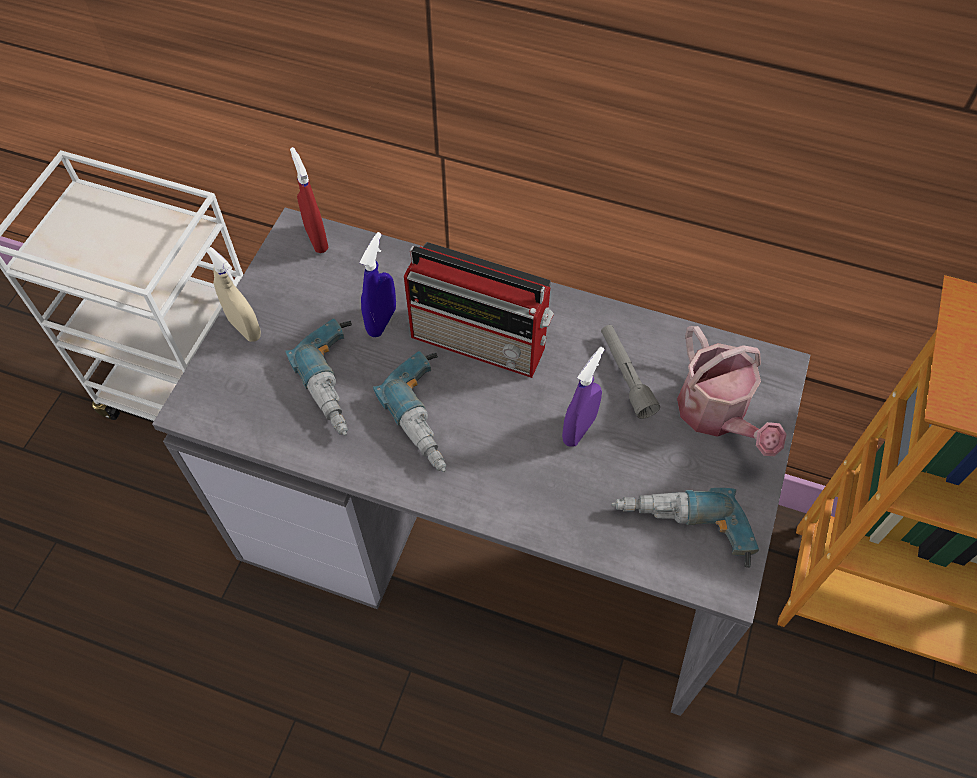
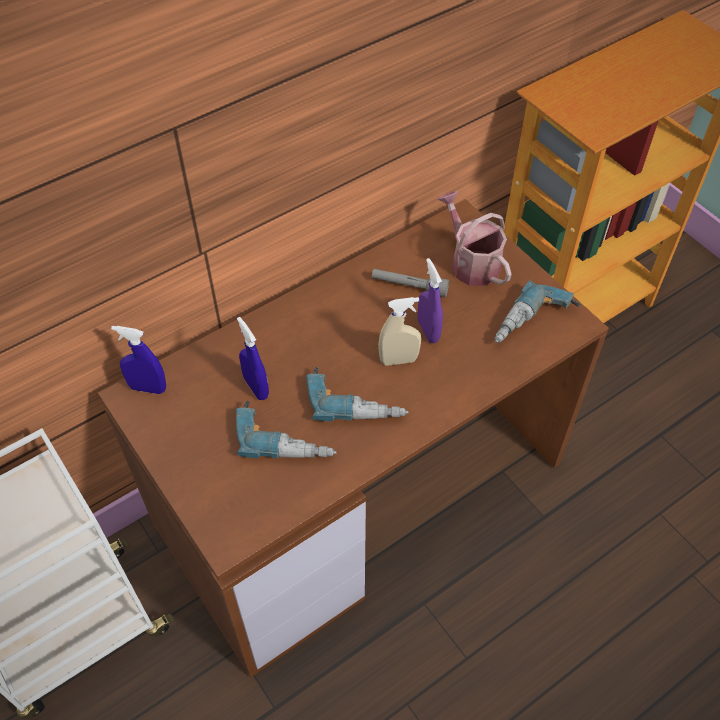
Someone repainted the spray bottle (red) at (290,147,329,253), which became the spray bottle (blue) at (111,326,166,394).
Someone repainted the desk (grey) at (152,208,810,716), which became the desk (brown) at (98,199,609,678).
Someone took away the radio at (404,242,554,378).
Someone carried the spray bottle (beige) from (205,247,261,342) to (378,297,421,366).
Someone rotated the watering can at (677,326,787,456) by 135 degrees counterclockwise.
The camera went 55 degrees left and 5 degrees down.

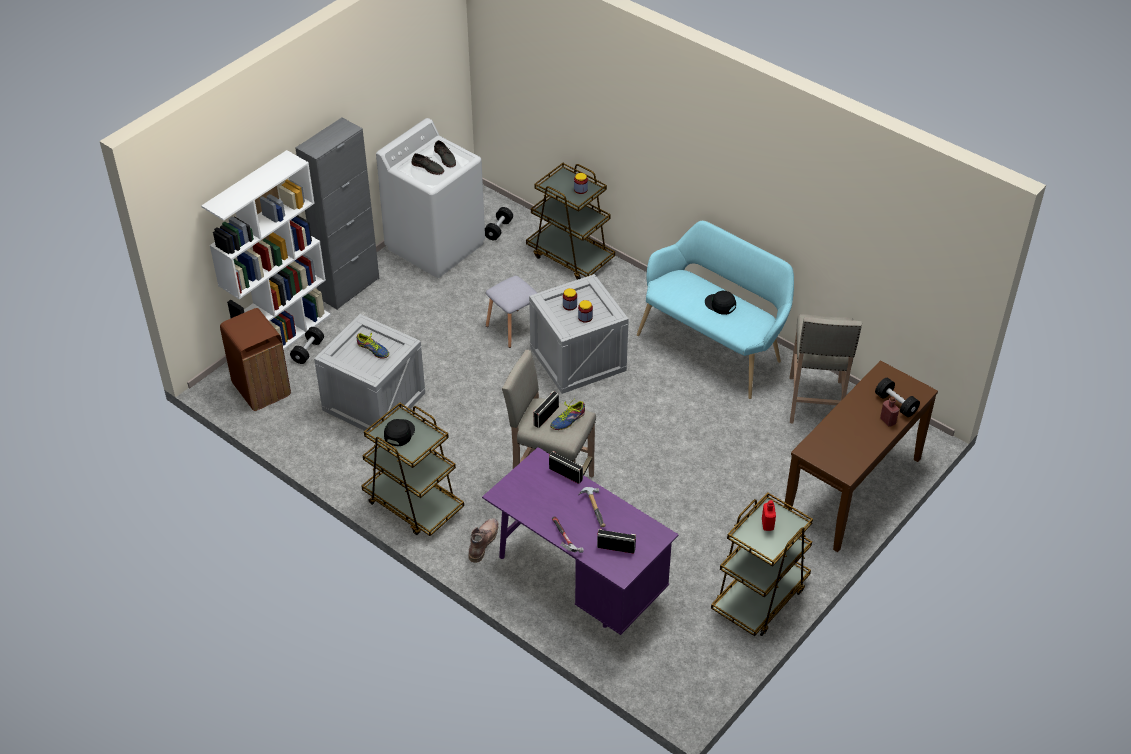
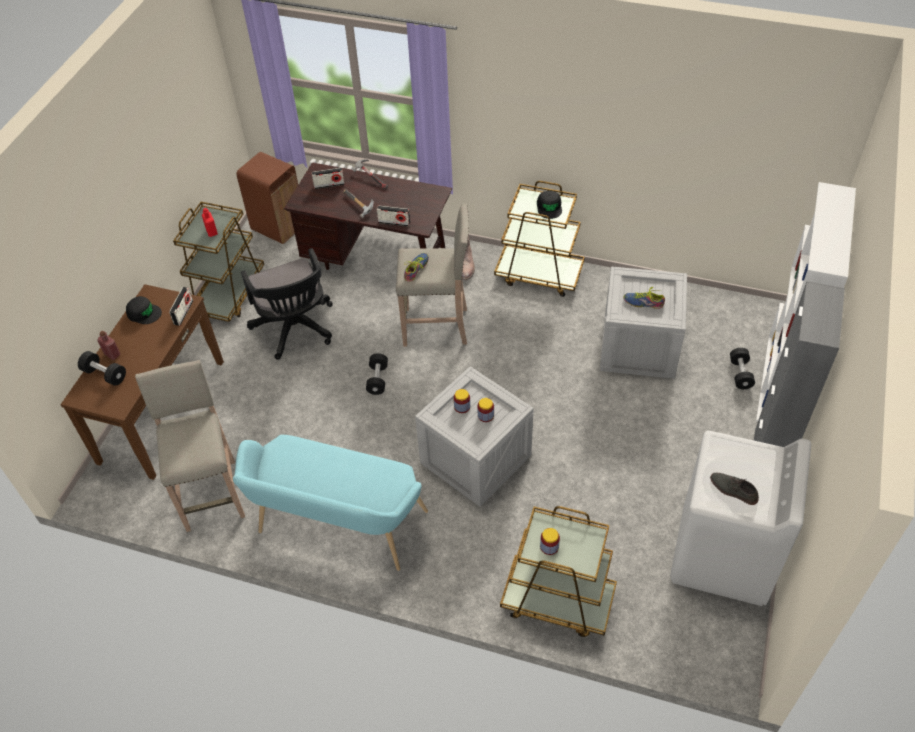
Someone took away the shoe (grey) at (411,153,444,175).
Someone carried the dumbbell (black) from (485,207,513,240) to (366,353,388,395).
Someone took away the stool (grey) at (486,276,537,348).
Someone carried the cap (black) from (705,291,736,315) to (126,296,162,324).
Someone carried the trash can (brown) from (220,308,291,411) to (236,152,298,244).
Someone carried the radio from (533,391,559,428) to (169,287,193,326).
Someone repainted the desk (purple) at (482,447,679,635), which became the desk (brown) at (284,162,452,270).
Someone put down the office chair (black) at (241,248,333,360).
The camera went 160 degrees right and 5 degrees up.

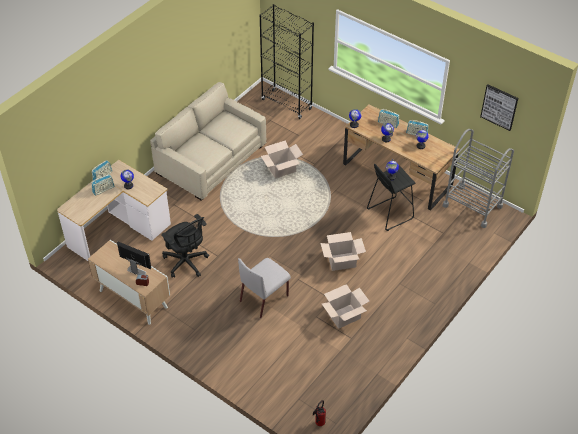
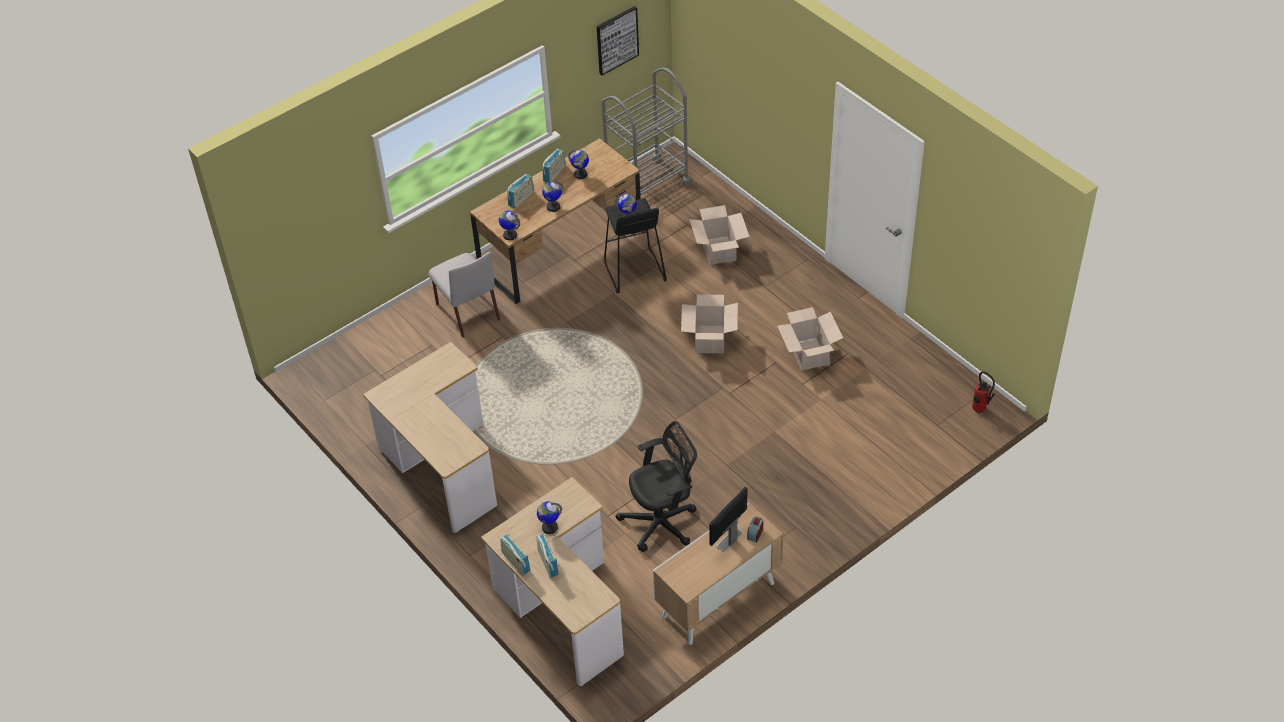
Someone took away the bookcase (black) at (259,4,314,119).
Someone swapped the sofa (beige) at (150,82,266,201) for the desk at (363,342,497,533).
Someone carried the cardboard box from (261,140,303,179) to (689,205,750,265).
Someone carried the chair (grey) from (238,258,291,318) to (428,252,500,337).
The camera went 75 degrees left and 0 degrees up.

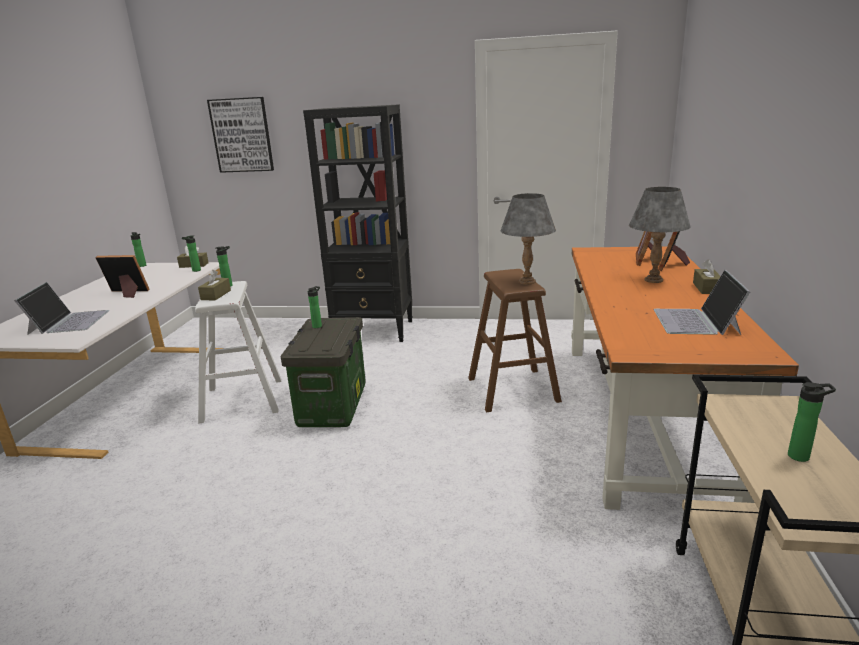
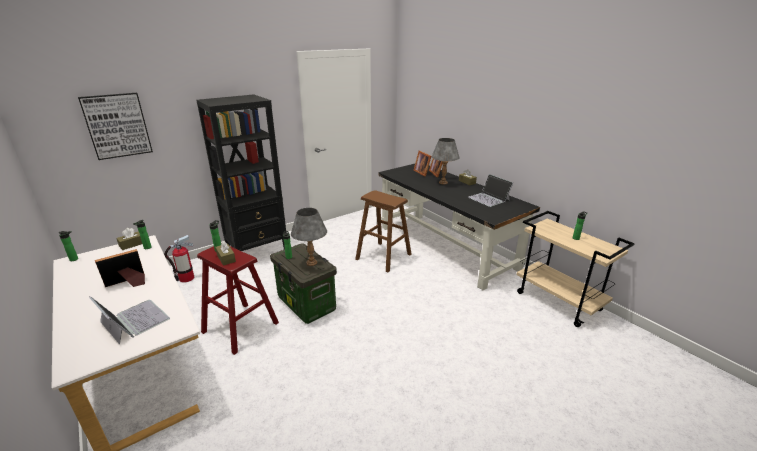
Someone carried the table lamp (grey) from (501,193,556,285) to (291,208,327,266).
Someone repainted the desk (orange) at (571,246,799,510), which became the desk (black) at (378,164,540,290).
Someone repainted the stool (white) at (195,281,282,423), which became the stool (red) at (197,246,279,355).
Someone put down the fire extinguisher at (164,235,194,282).
The camera went 45 degrees left and 5 degrees up.

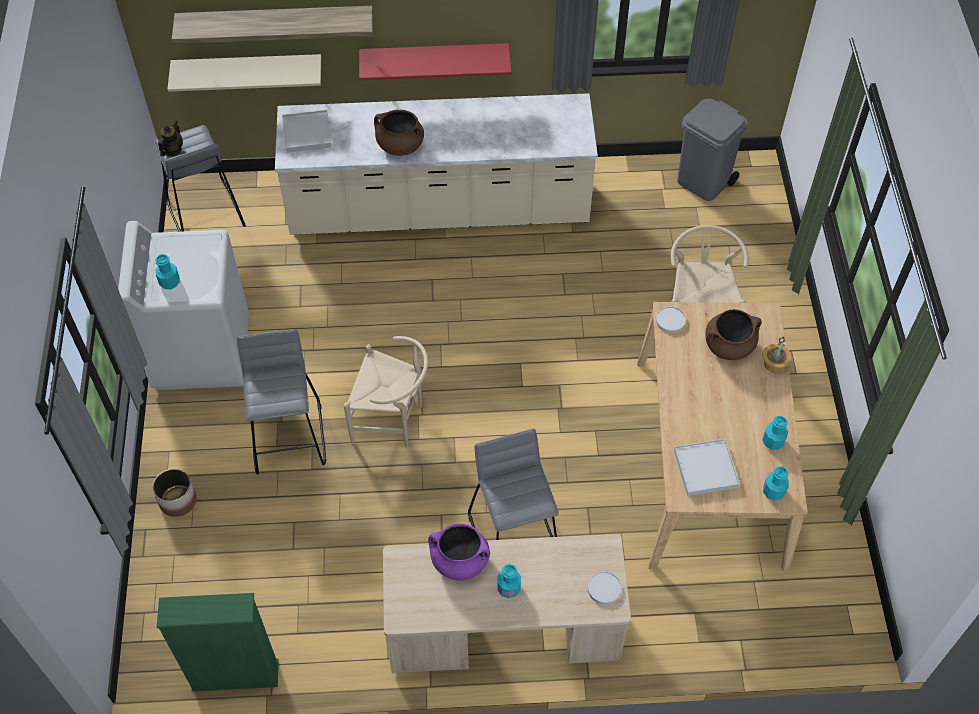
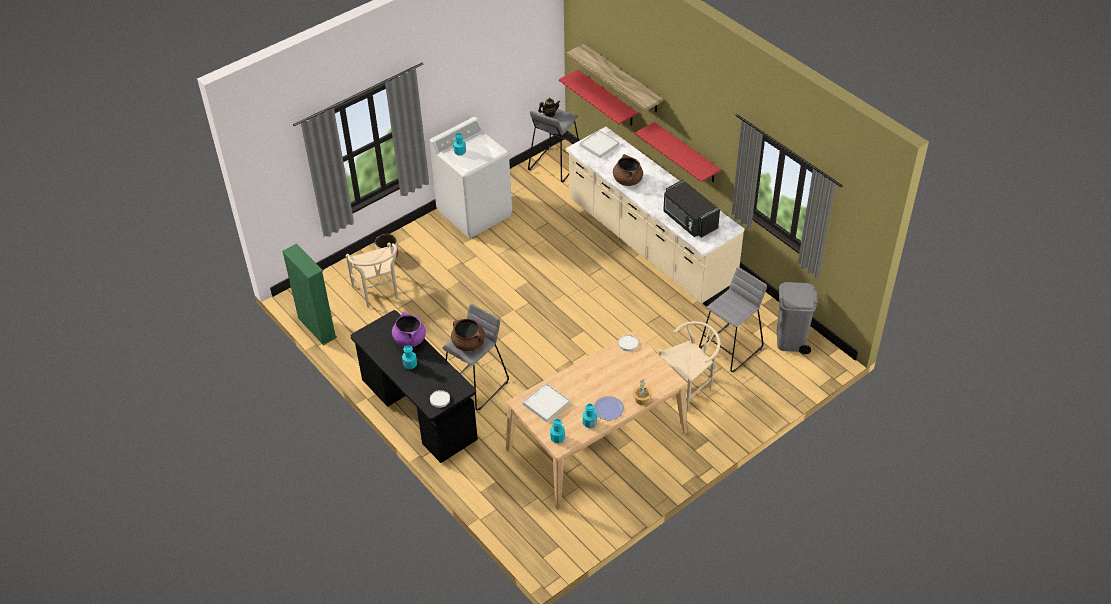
Someone repainted the shelf (beige) at (167,54,321,92), which became the shelf (red) at (559,70,638,126).
Someone carried the cooking pot (brown) from (705,309,762,360) to (451,319,485,351).
Someone carried the stool (grey) from (237,329,326,475) to (699,267,767,372).
Someone carried the chair (beige) from (344,336,428,448) to (346,242,398,308).
Someone repainted the desk (beige) at (383,534,631,673), which became the desk (black) at (351,310,478,463).
Someone put down the microwave (black) at (663,180,720,238).
Someone put down the plate at (594,396,624,420).
The camera went 55 degrees right and 10 degrees down.

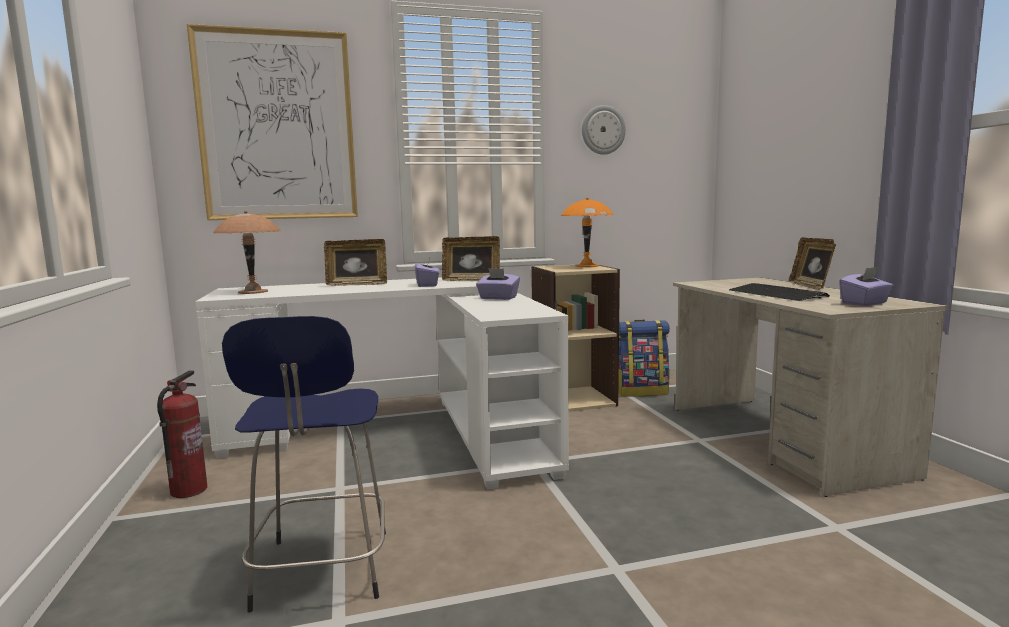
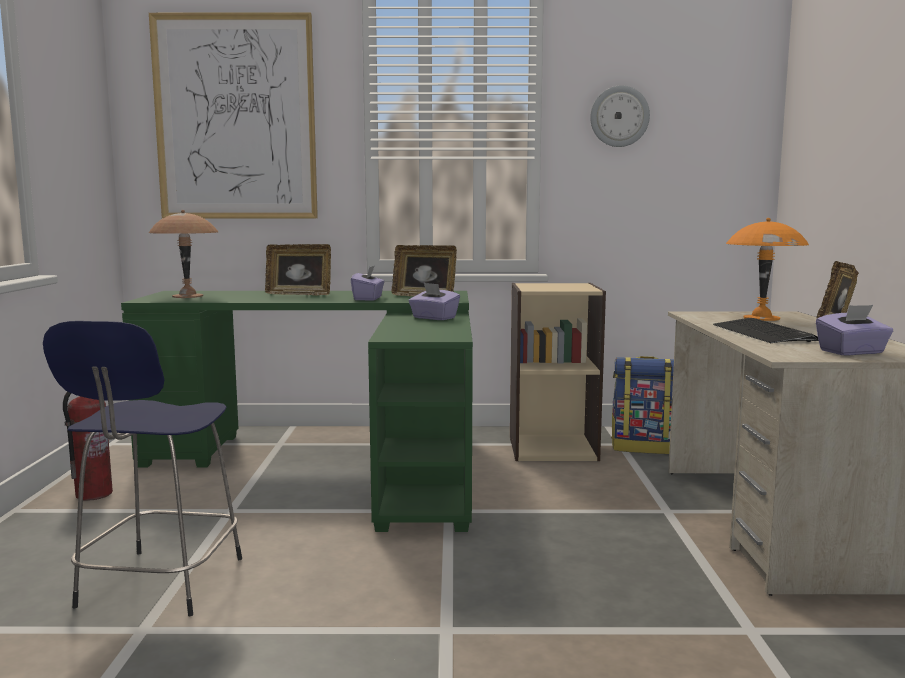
Someone carried the table lamp (orange) from (561,197,614,267) to (726,218,809,321).
Someone repainted the desk (white) at (195,277,569,490), which became the desk (green) at (121,291,473,532).
The camera went 15 degrees right and 0 degrees up.

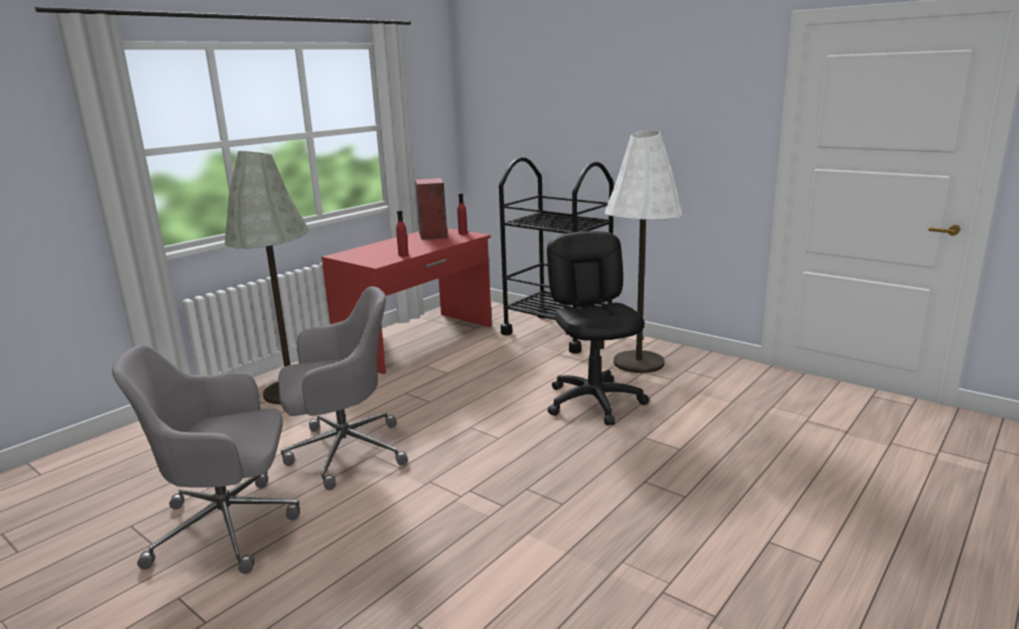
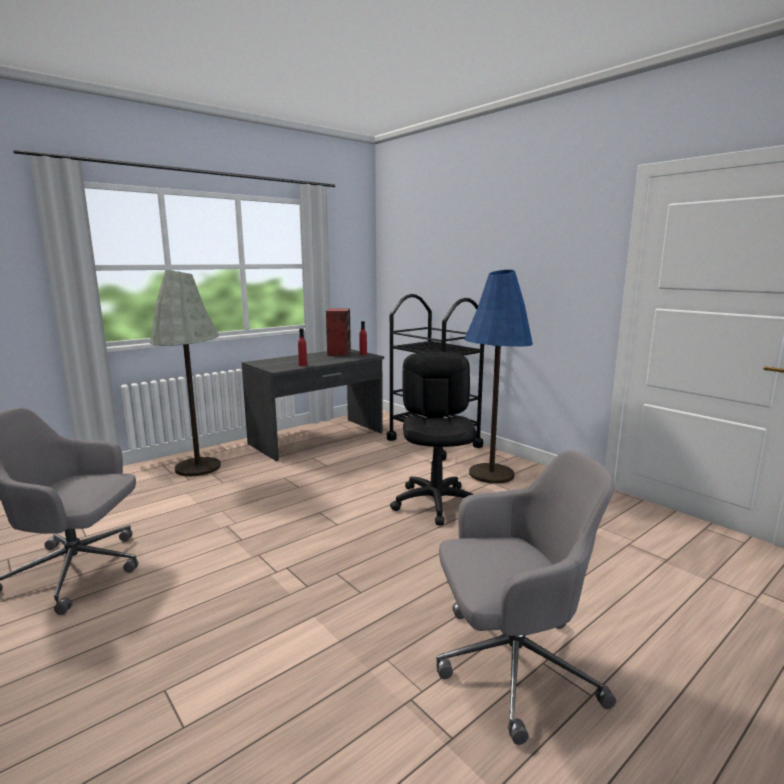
Someone repainted the floor lamp (white) at (605,130,683,373), which became the floor lamp (blue) at (464,270,533,484).
Someone repainted the desk (red) at (322,228,492,374), which became the desk (grey) at (242,349,384,461).
Someone carried the office chair (grey) from (278,286,408,490) to (436,450,616,745).
The camera went 10 degrees right and 5 degrees down.

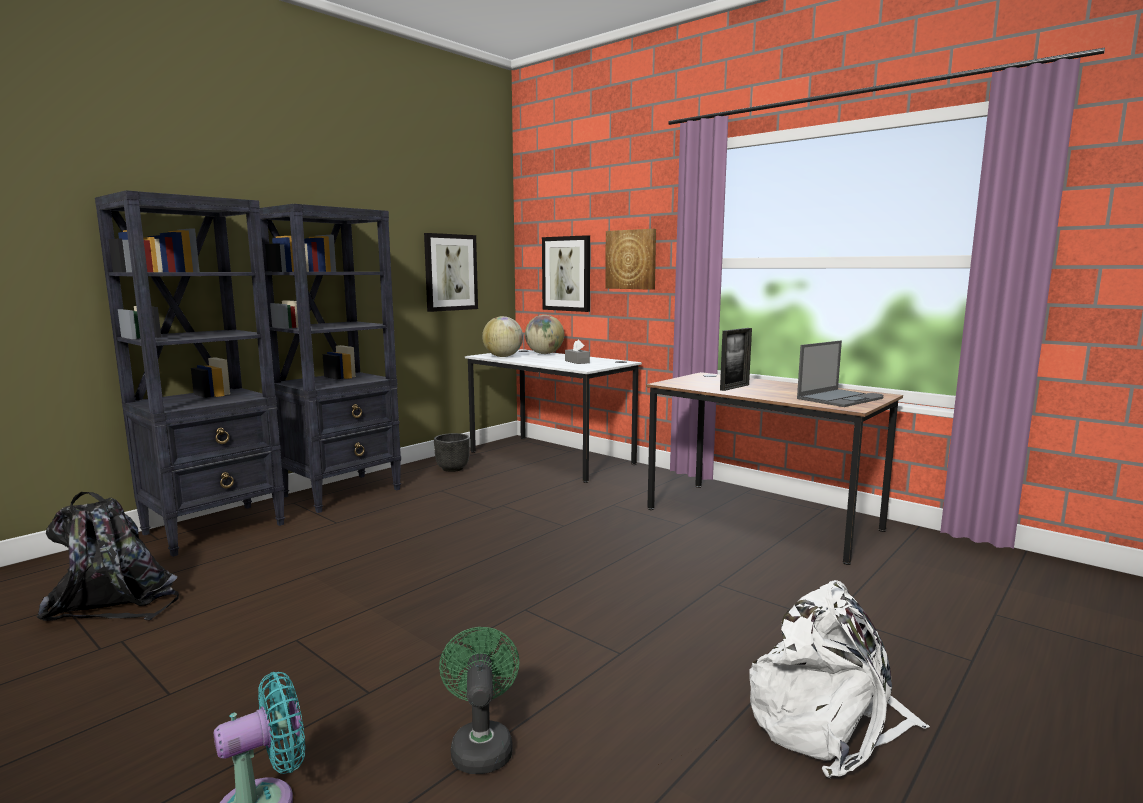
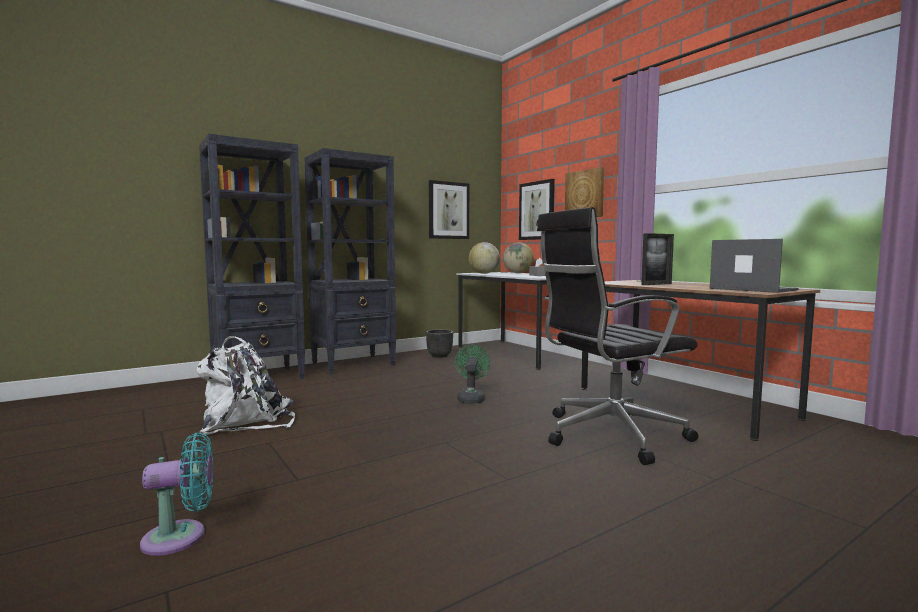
Someone rotated the laptop at (797,341,883,407) by 105 degrees counterclockwise.
Someone took away the backpack (black) at (37,492,179,621).
Someone carried the backpack (white) from (749,580,930,778) to (197,336,295,435).
Someone carried the fan (green) from (439,627,520,774) to (455,345,490,404).
Someone put down the office chair (black) at (537,207,698,465).
The camera went 15 degrees right and 5 degrees down.

